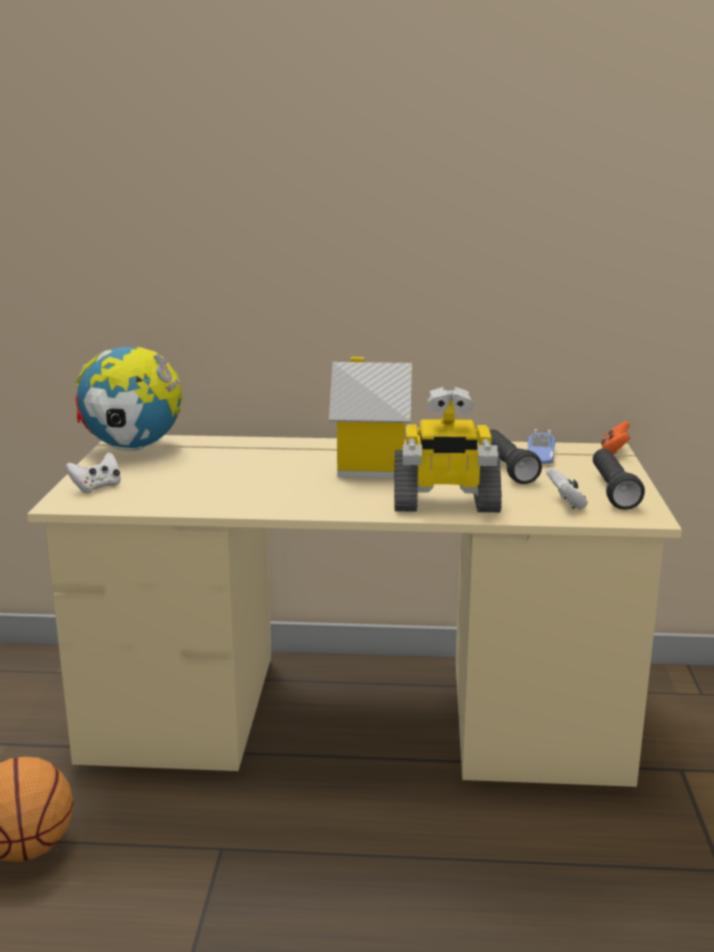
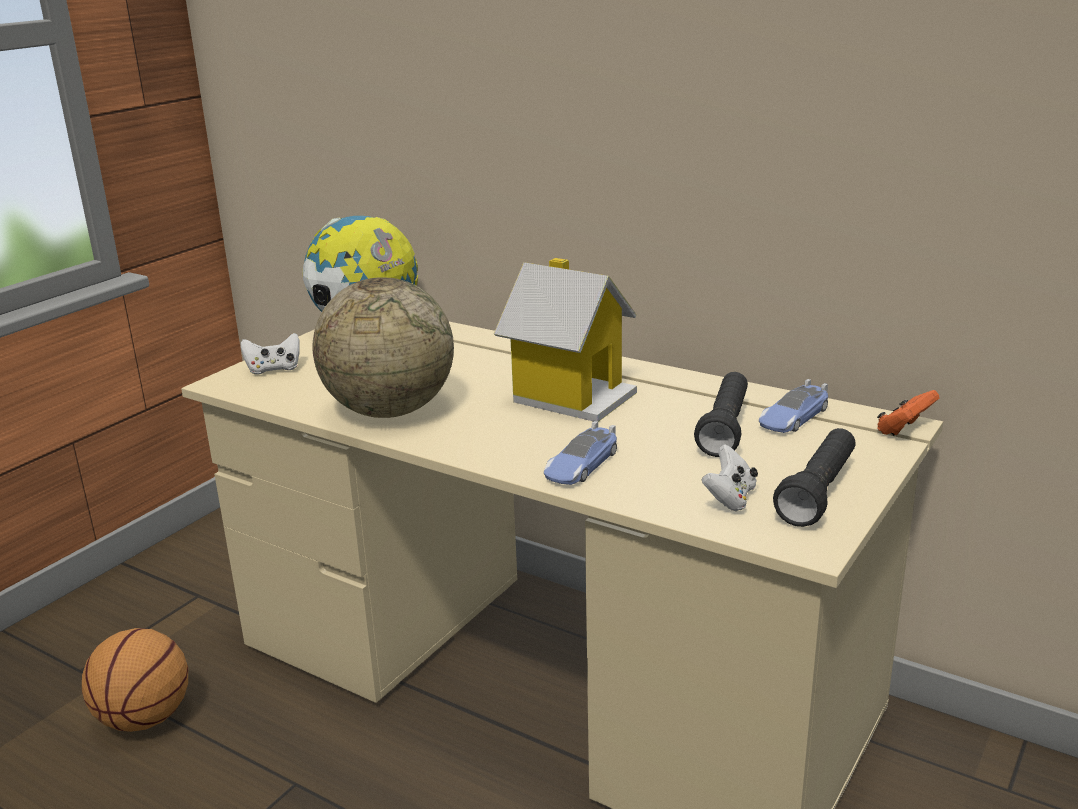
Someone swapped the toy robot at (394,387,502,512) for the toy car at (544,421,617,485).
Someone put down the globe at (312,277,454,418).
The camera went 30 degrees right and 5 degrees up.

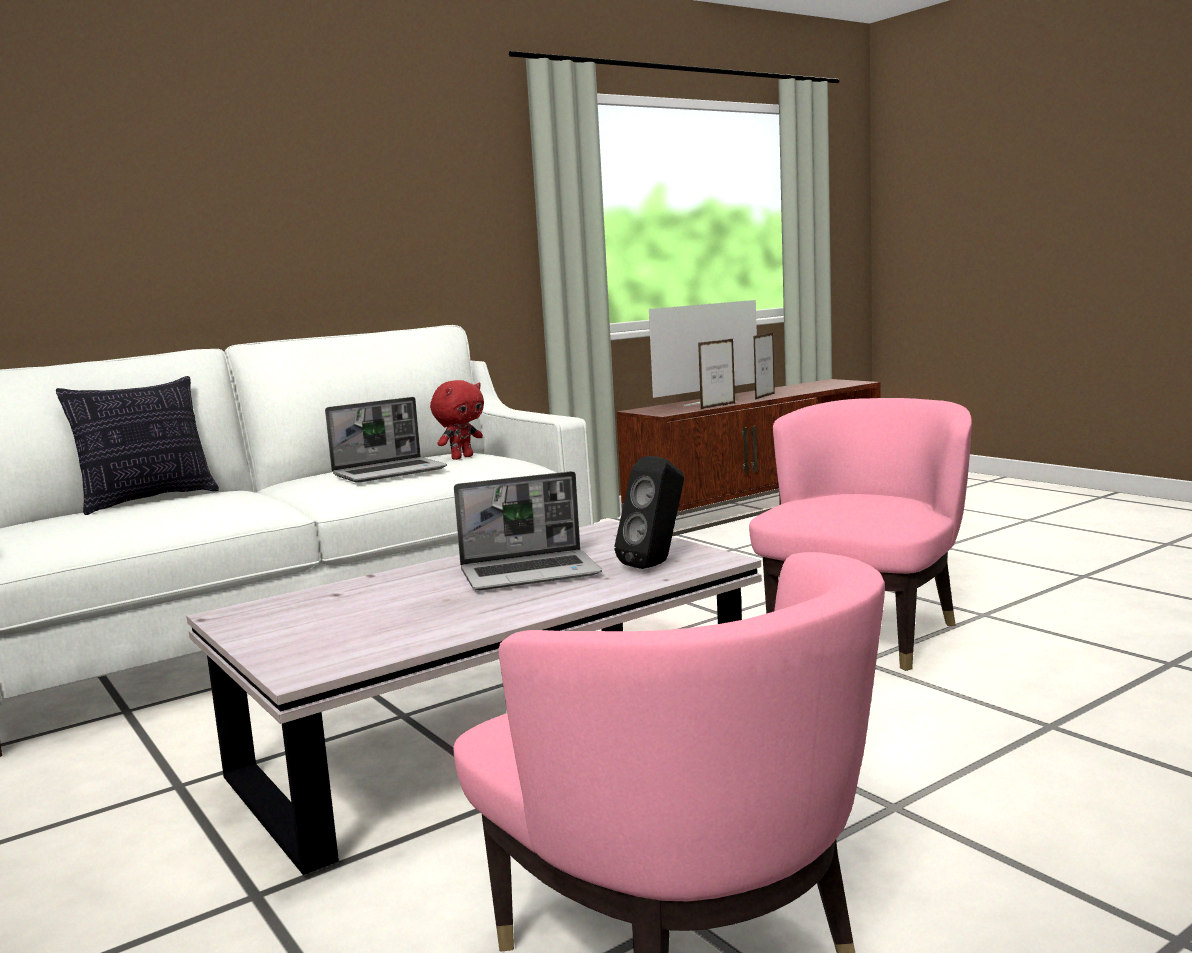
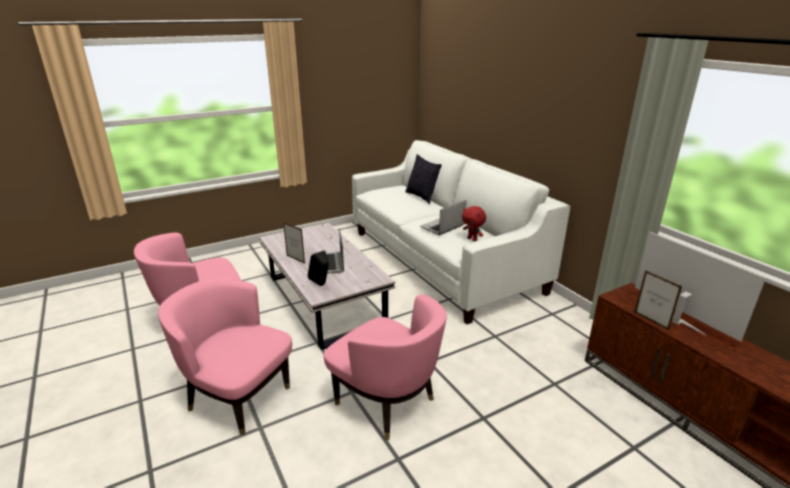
Someone carried the picture frame from (754,333,775,400) to (283,222,305,264).
Someone rotated the laptop at (325,397,447,483) by 75 degrees clockwise.
Someone put down the armchair (pink) at (158,278,292,435).
The camera went 95 degrees right and 15 degrees up.

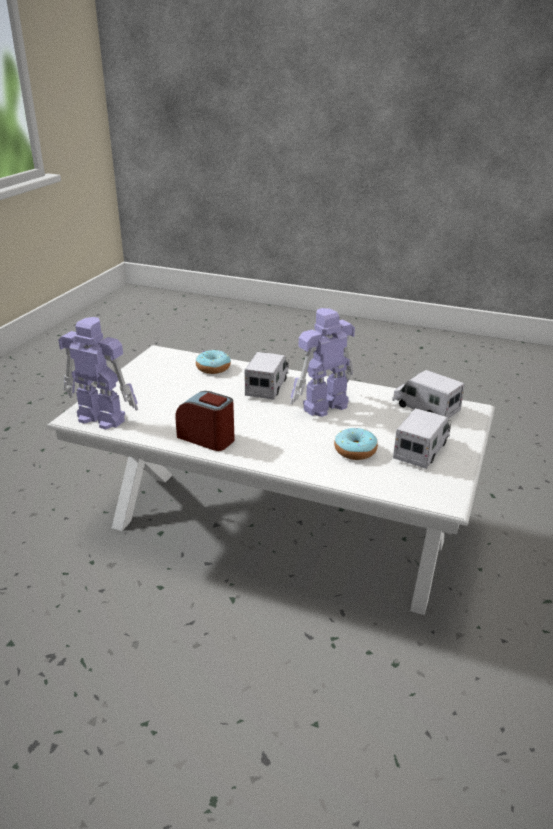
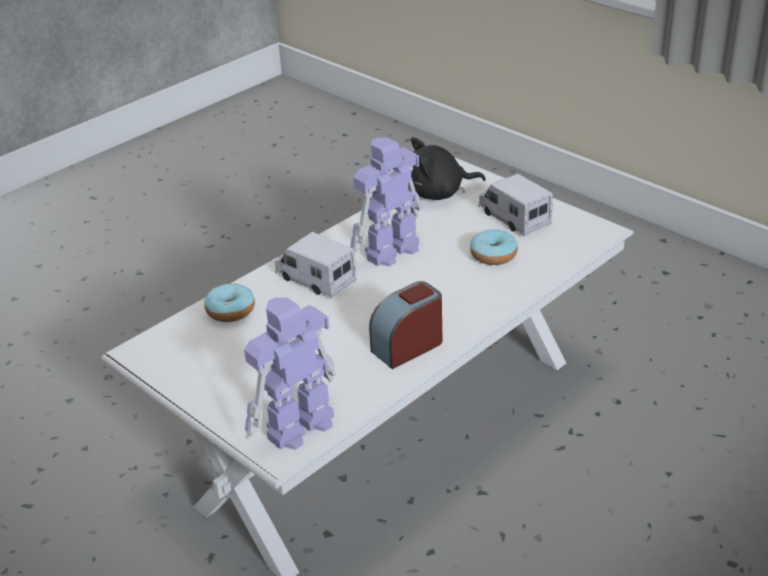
Someone rotated the toy robot at (291,308,355,417) by 60 degrees clockwise.
Someone swapped the toy truck at (393,370,465,419) for the plush toy (black) at (408,137,486,200).
The camera went 65 degrees left and 5 degrees up.

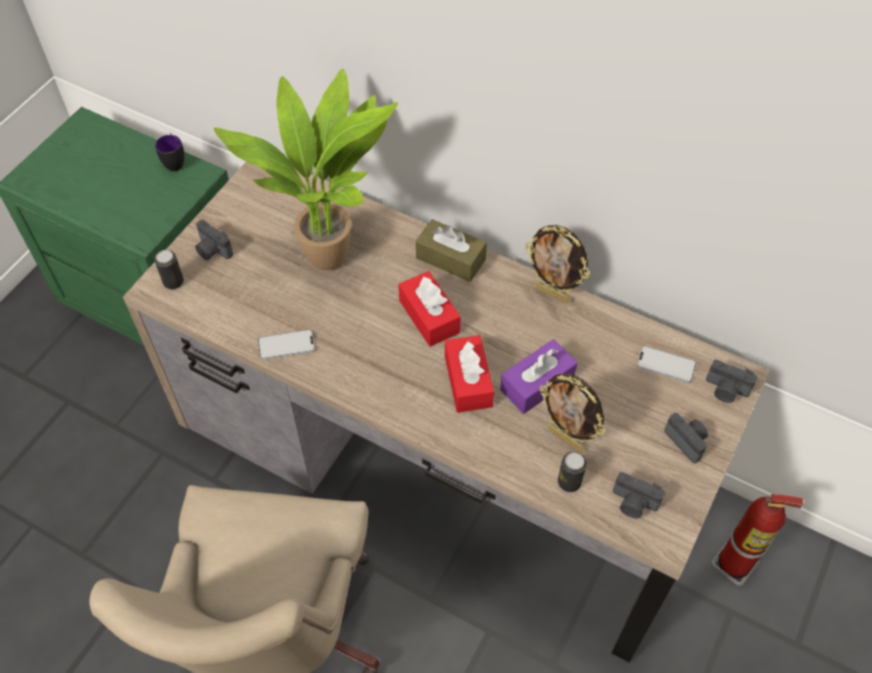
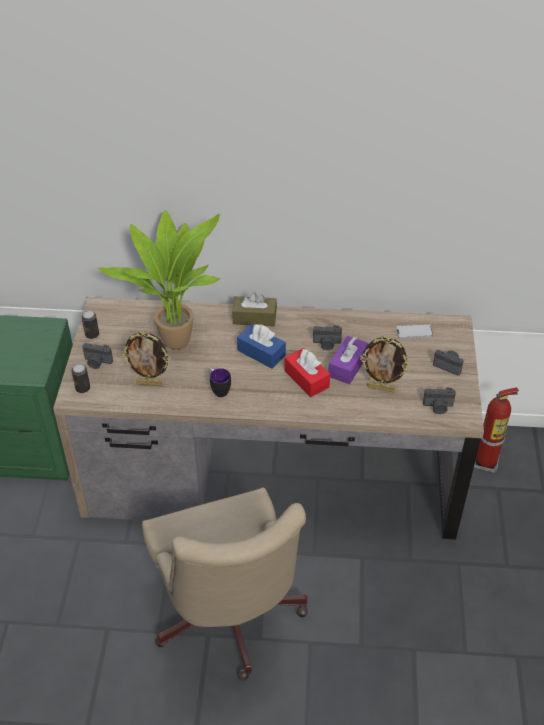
Someone carried the mug from (155,133,184,171) to (209,368,231,397).
Someone carried the picture frame from (525,225,590,303) to (122,332,171,386).
Someone repainted the tissue box (red) at (399,271,461,347), which became the tissue box (blue) at (237,324,286,369).
Someone took away the phone at (258,329,315,360).
Someone carried the photo camera from (706,360,758,403) to (313,325,342,350).
Someone carried the can from (558,452,587,492) to (82,311,99,339).
The camera went 25 degrees left and 10 degrees down.

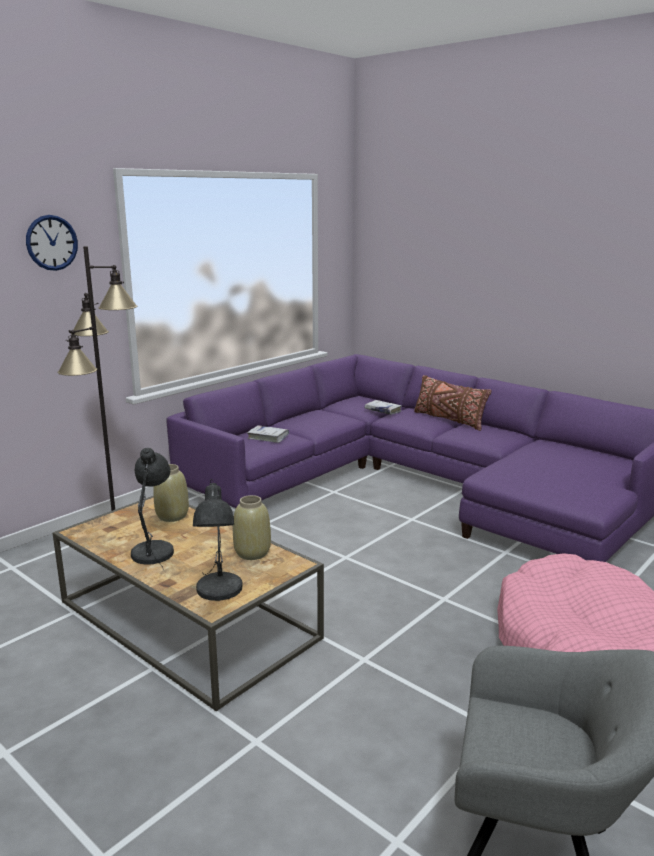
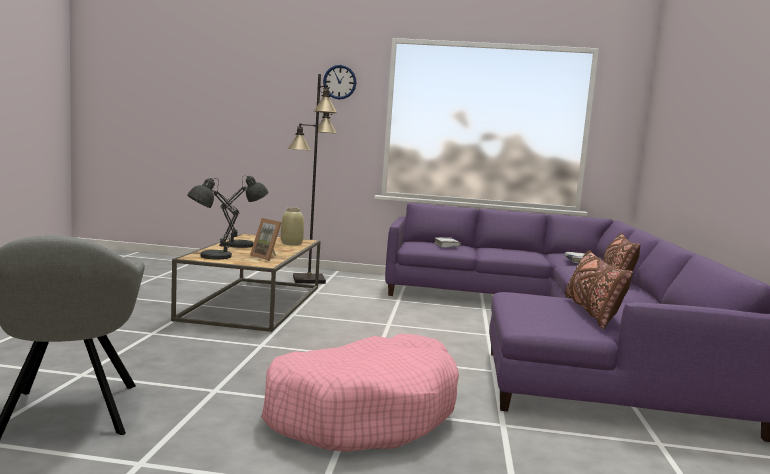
Someone swapped the vase (beige) at (233,495,271,560) for the picture frame at (250,218,282,261).
Someone put down the pillow (brown) at (565,250,633,329).
The camera went 55 degrees right and 10 degrees down.

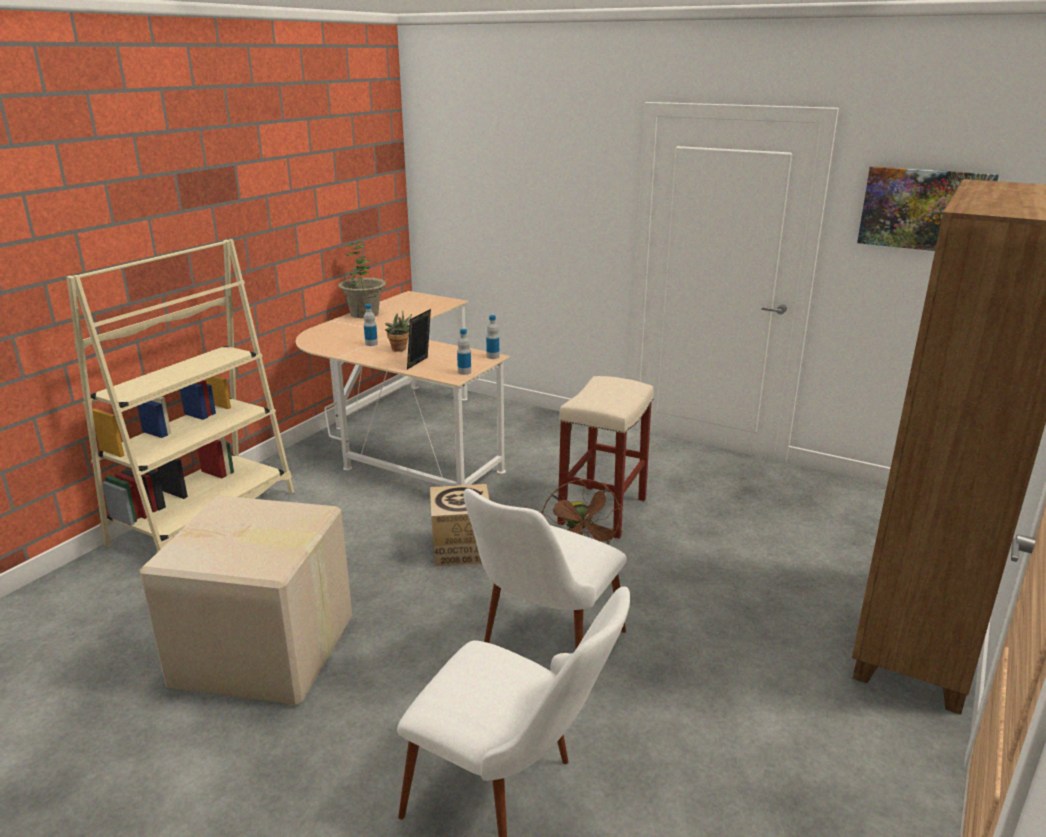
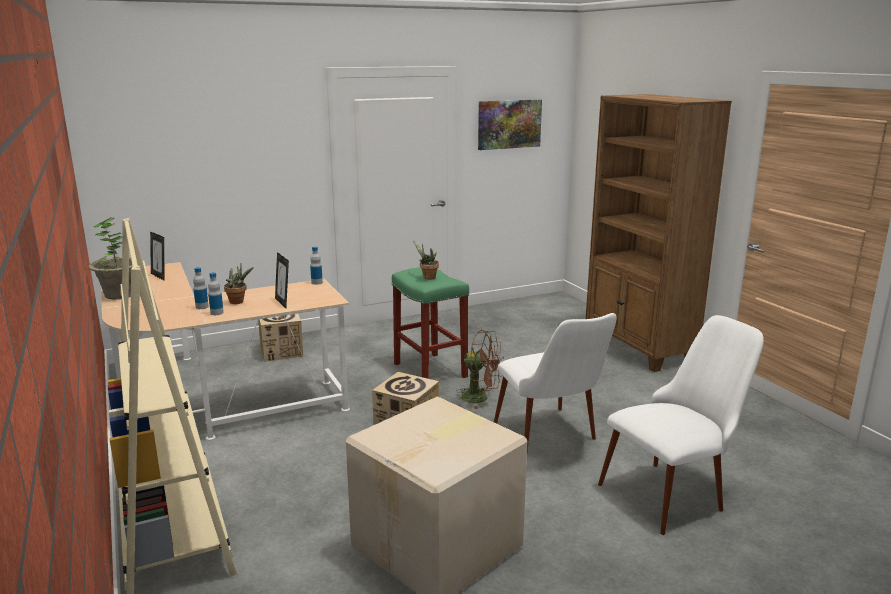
Someone carried the bottle from (457,329,471,375) to (208,272,224,315).
Someone repainted the stool (beige) at (557,376,654,539), which became the stool (green) at (392,267,469,379).
Someone put down the picture frame at (150,231,164,280).
Someone put down the potted plant at (413,240,439,279).
Someone put down the cardboard box at (258,314,303,362).
The camera went 55 degrees left and 5 degrees down.

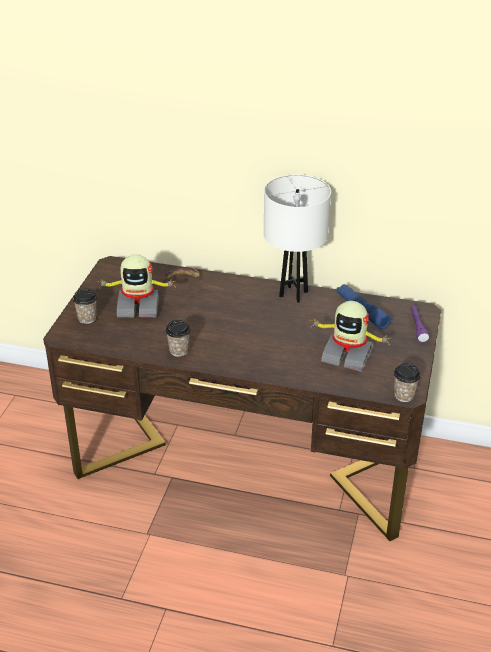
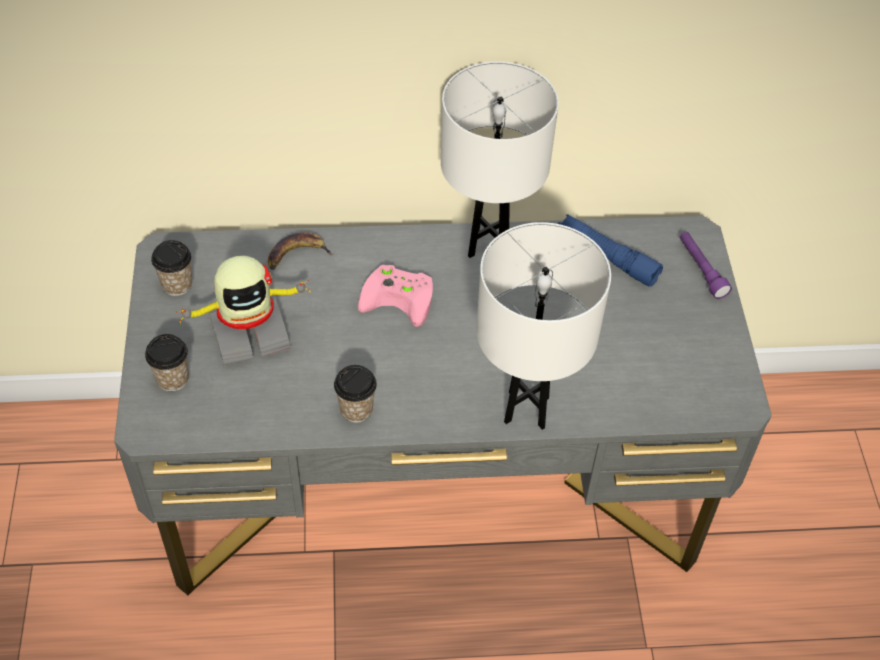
Someone repainted the desk (brown) at (43,256,441,541), which became the desk (grey) at (114,216,772,595).
Someone took away the toy robot at (310,301,389,372).
Someone carried the cup from (394,363,420,402) to (151,240,192,296).
Someone put down the table lamp (white) at (476,222,611,430).
Someone put down the game controller (pink) at (358,265,433,327).
The camera went 20 degrees left and 15 degrees up.

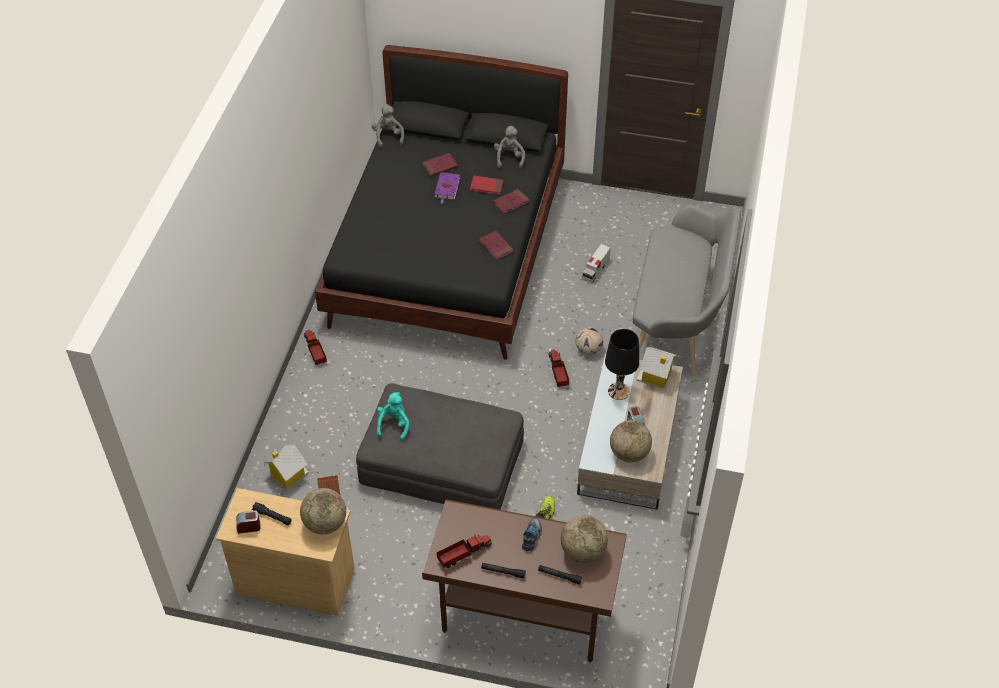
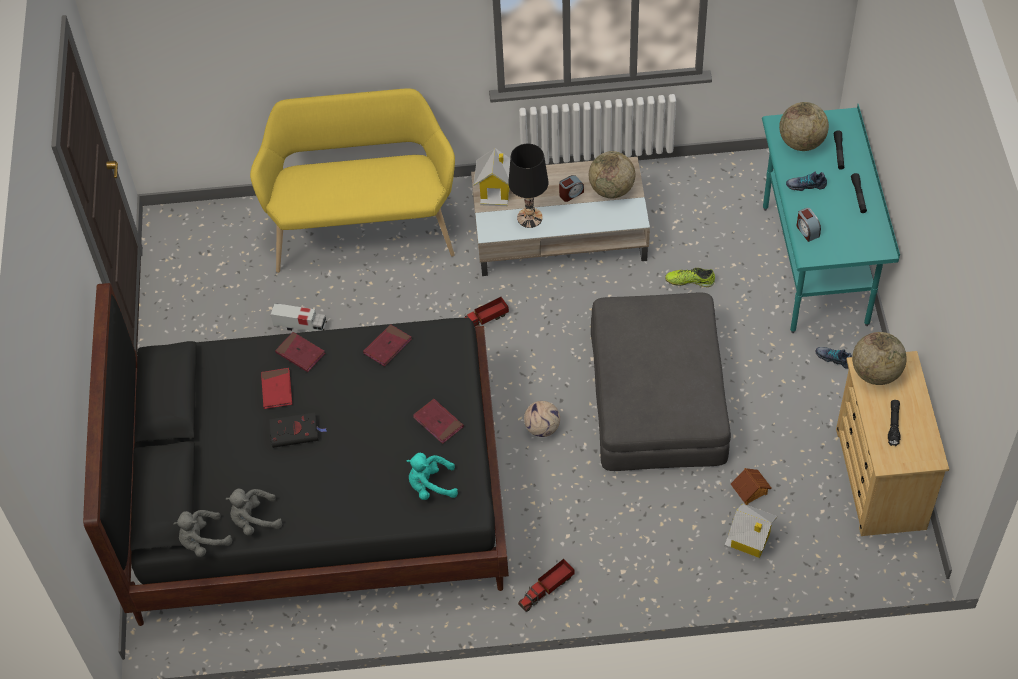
Someone carried the plush toy (grey) from (494,126,525,169) to (226,489,282,536).
Someone carried the book (red) from (422,153,458,177) to (413,399,464,444).
Someone repainted the book (purple) at (434,172,460,203), which became the book (black) at (269,413,327,448).
Someone repainted the bench (grey) at (633,205,741,376), which became the bench (yellow) at (250,88,455,273).
Someone carried the football from (576,327,603,355) to (524,401,560,437).
Someone carried the plush toy (turquoise) from (376,392,409,441) to (406,453,458,500).
Someone repainted the desk (brown) at (422,499,627,663), which became the desk (turquoise) at (762,104,900,333).
Someone carried the alarm clock from (236,510,260,534) to (796,208,821,242).
Someone took away the toy truck at (437,534,492,568).
Someone put down the shoe at (816,347,852,368).
The camera went 105 degrees left and 5 degrees up.

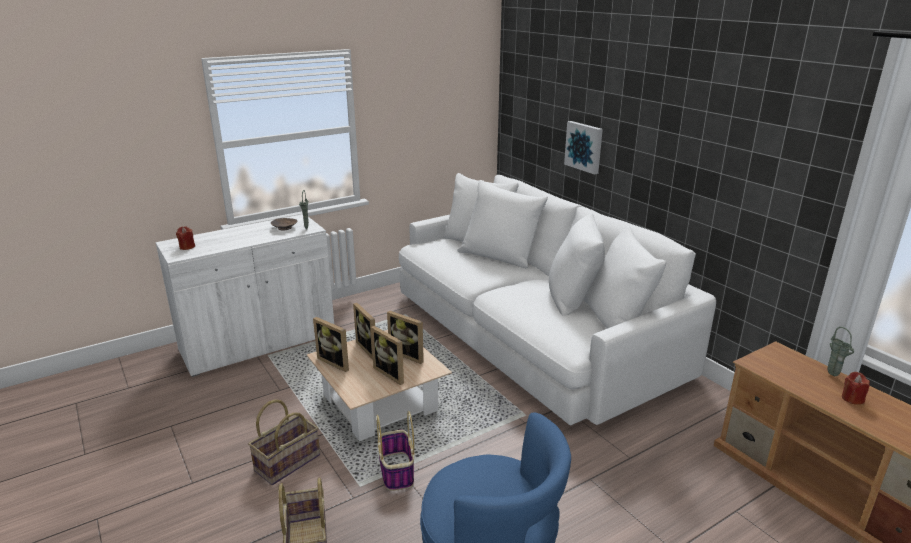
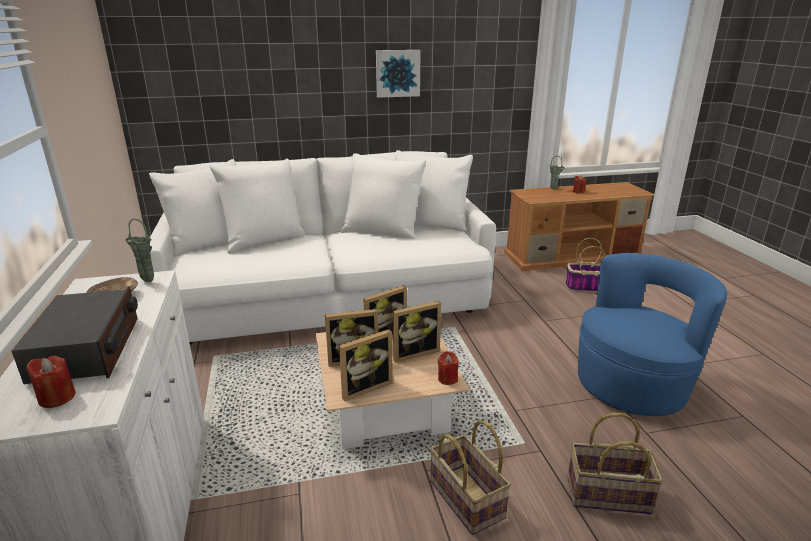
Someone carried the picture from (564,121,603,174) to (376,50,421,98).
Someone carried the basket from (376,411,415,491) to (565,238,605,292).
Someone put down the radio at (12,286,138,384).
Someone put down the candle (red) at (438,351,458,385).
The camera went 70 degrees left and 0 degrees up.

